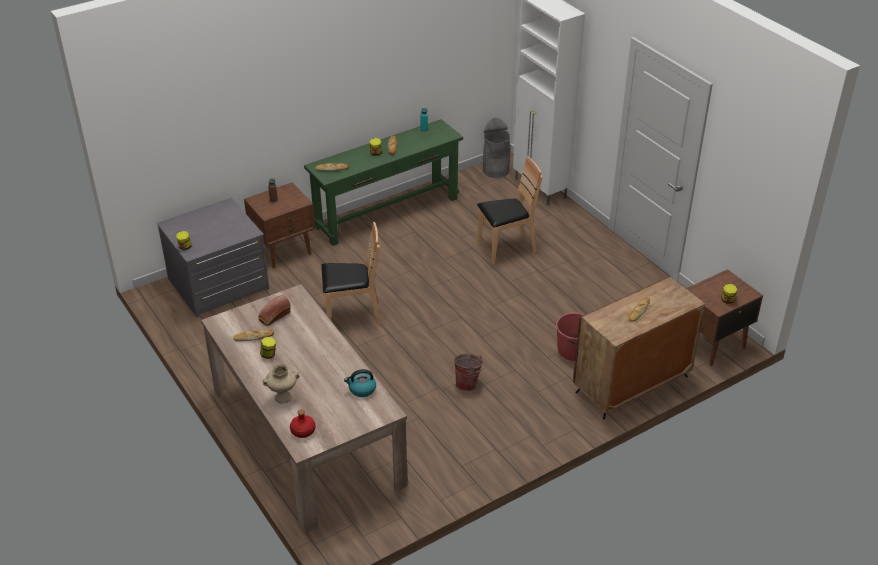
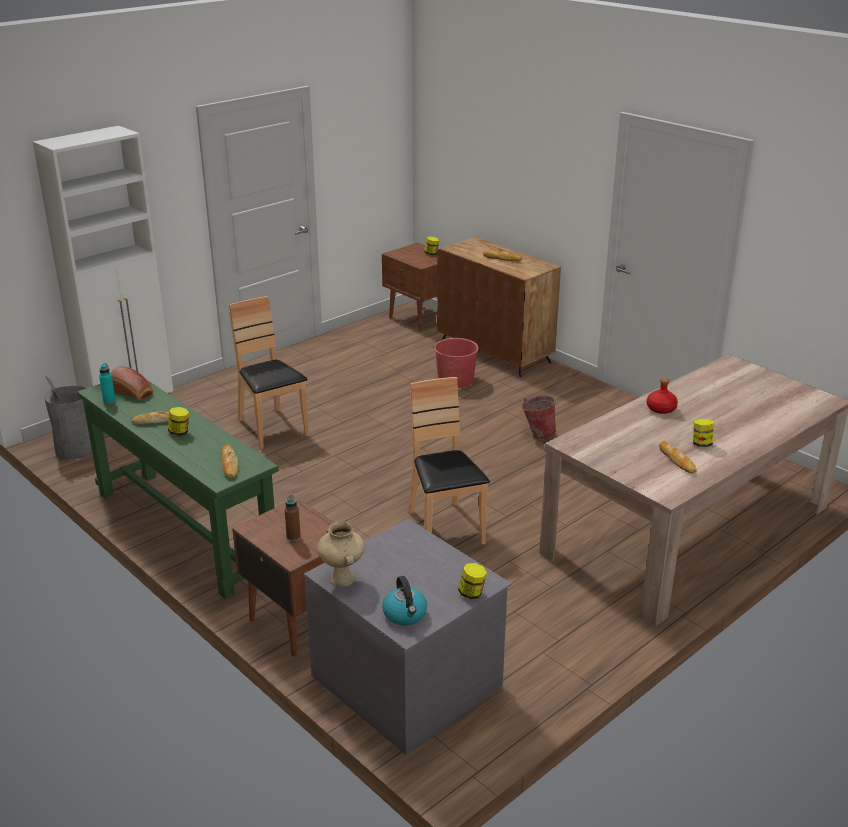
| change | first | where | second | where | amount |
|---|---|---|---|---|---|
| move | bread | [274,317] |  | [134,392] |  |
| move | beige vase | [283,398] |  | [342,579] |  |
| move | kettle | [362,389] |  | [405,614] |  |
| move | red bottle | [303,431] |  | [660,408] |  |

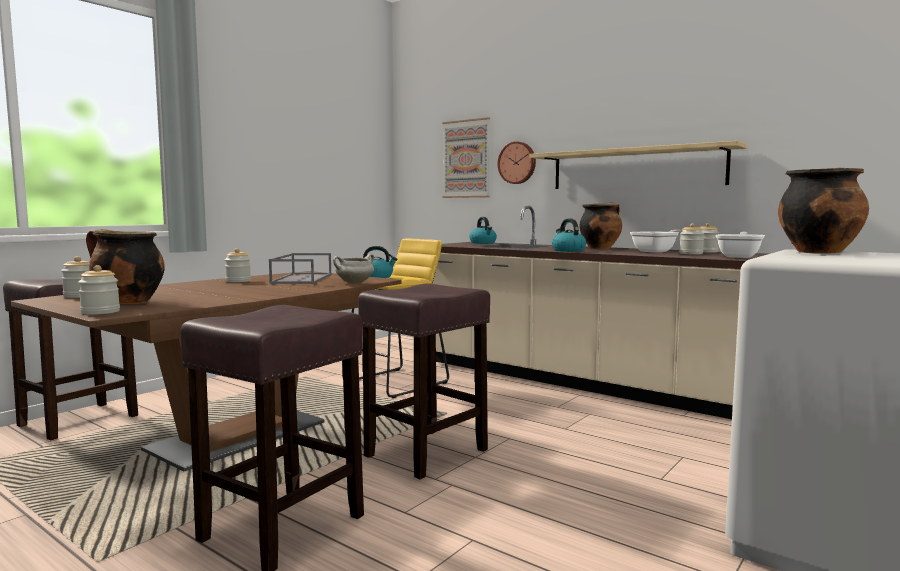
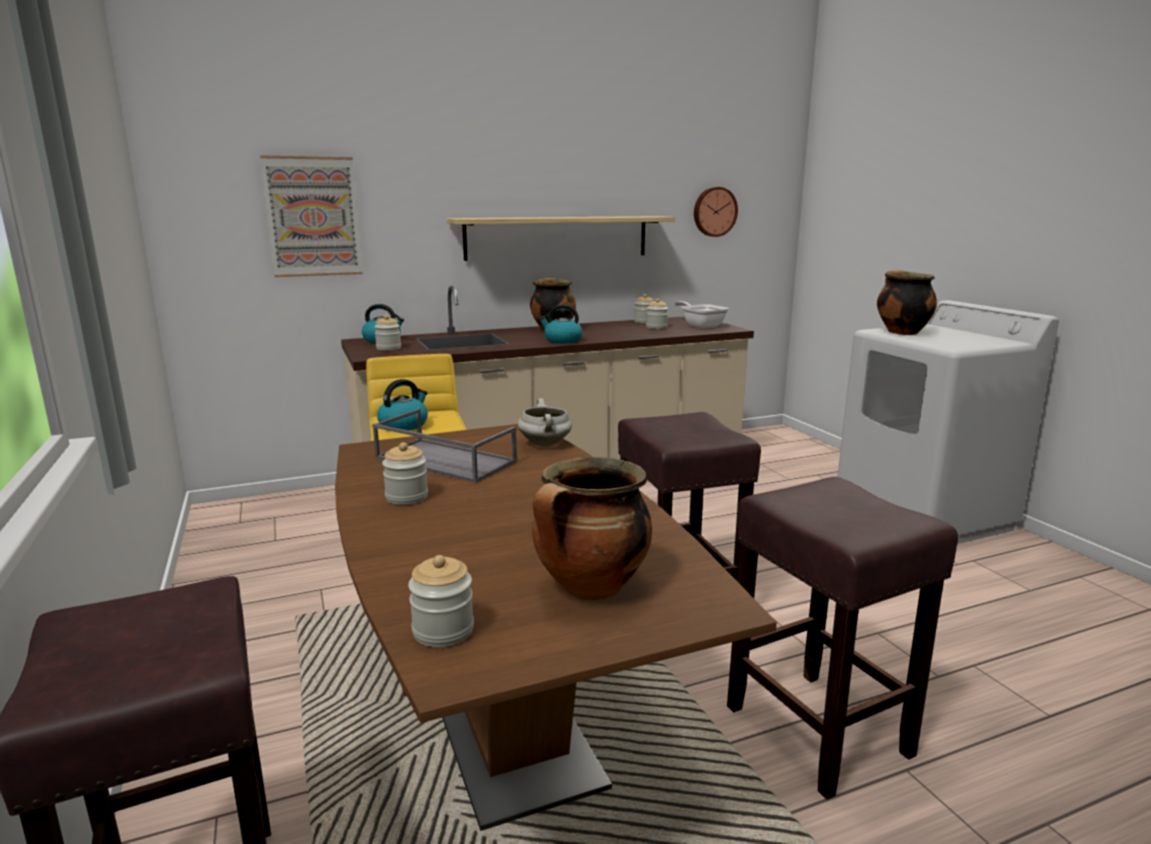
| change | first | where | second | where | amount |
|---|---|---|---|---|---|
| move | jar | [100,312] |  | [388,348] |  |
| move | wall clock | [517,163] |  | [714,212] |  |
| delete | frying pan | [657,251] |  |  |  |

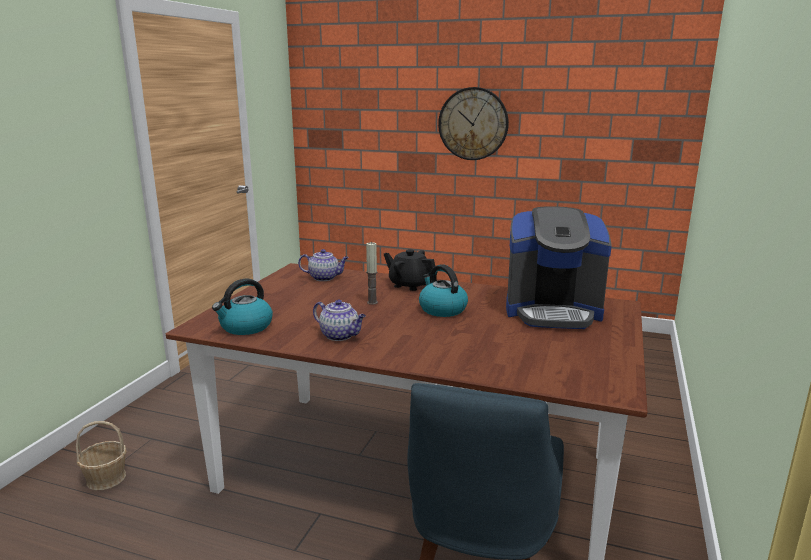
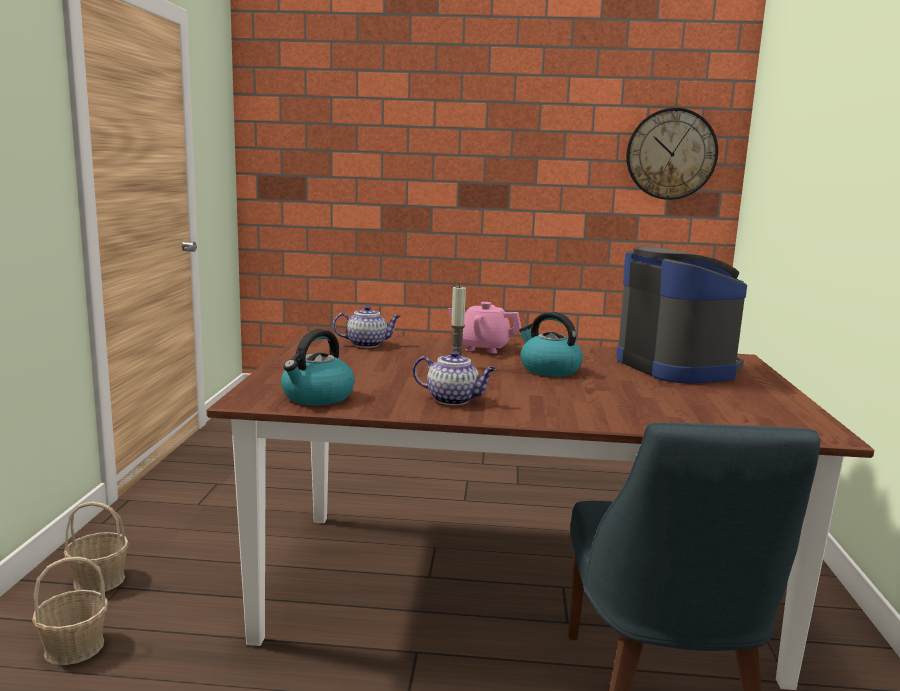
| change | first | where | second | where | amount |
|---|---|---|---|---|---|
| insert |  |  | basket | [99,580] |  |
| recolor | black teapot | [409,285] | pink teapot | [483,348] |  |
| rotate | coffee machine | [553,311] |  | [676,367] | 105 degrees counterclockwise |
| move | wall clock | [473,124] |  | [671,154] |  |

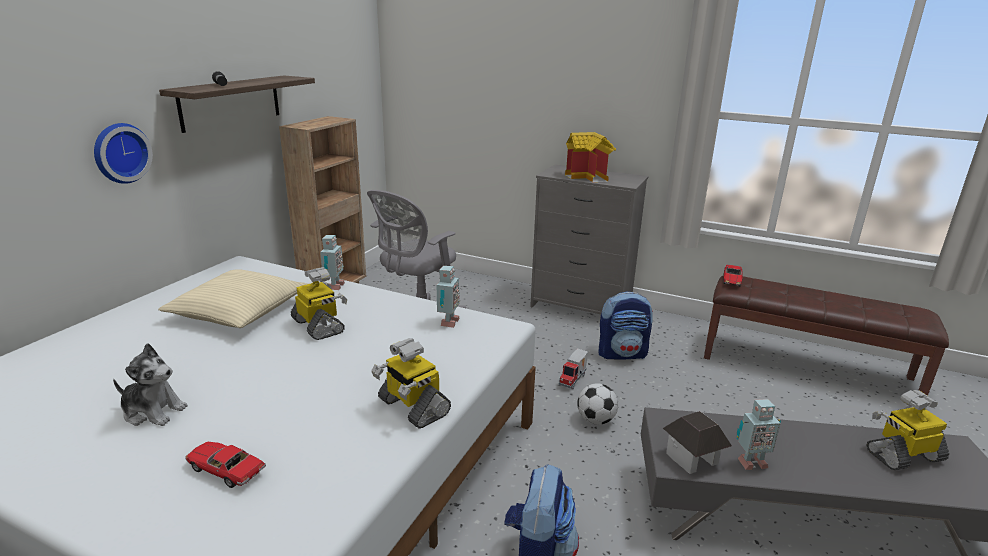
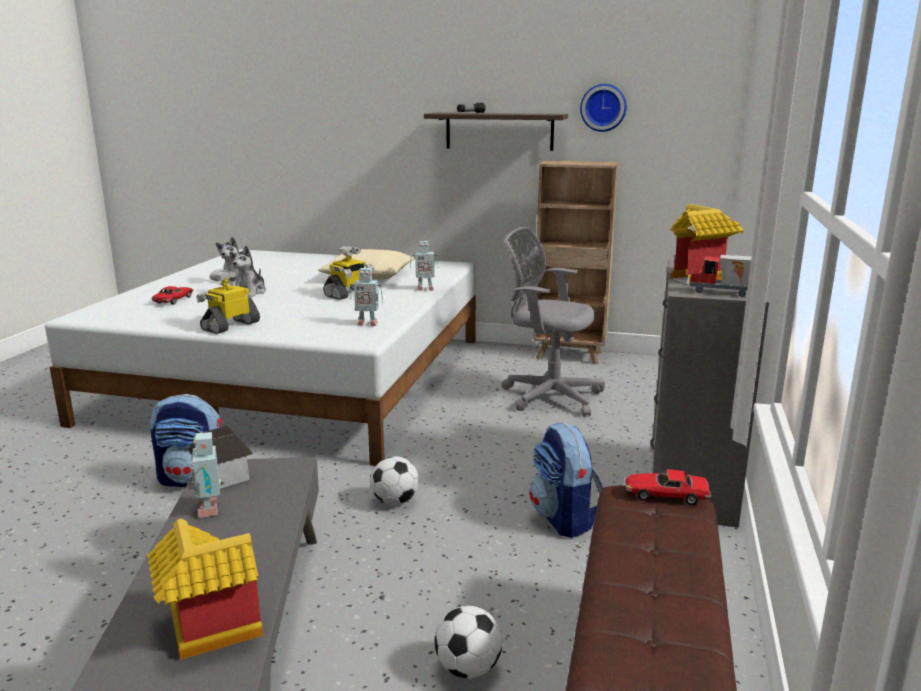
| change | first | where | second | where | amount |
|---|---|---|---|---|---|
| replace | toy robot | [903,455] | toy house | [205,631] |  |
| insert |  |  | plush toy | [250,292] |  |
| insert |  |  | football | [468,669] |  |
| move | wall clock | [120,153] |  | [603,107] |  |
| move | toy truck | [573,380] |  | [722,293] |  |

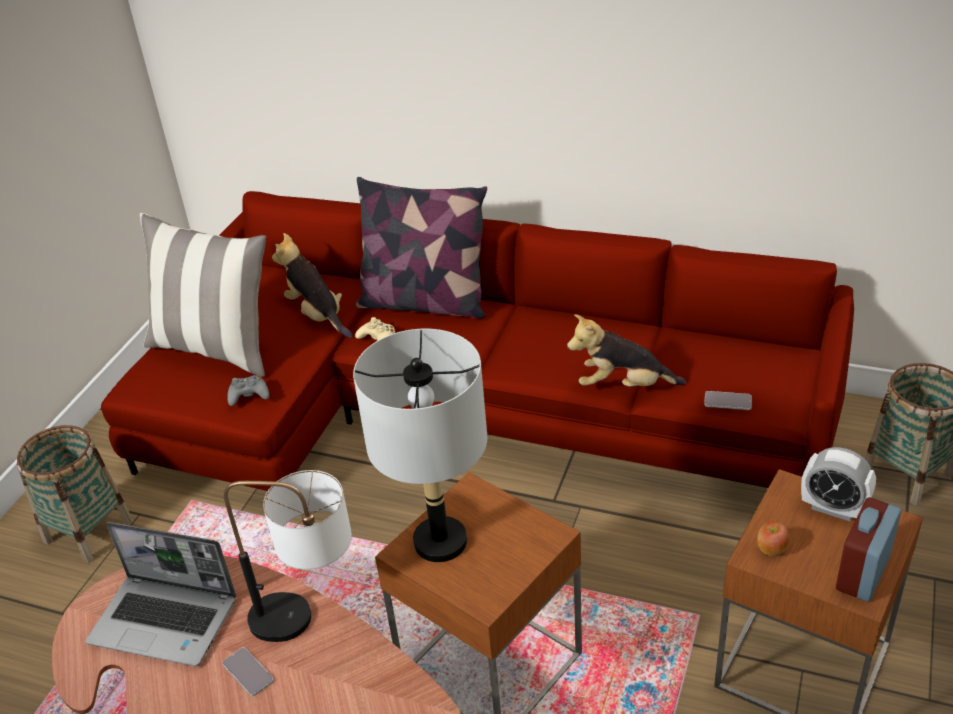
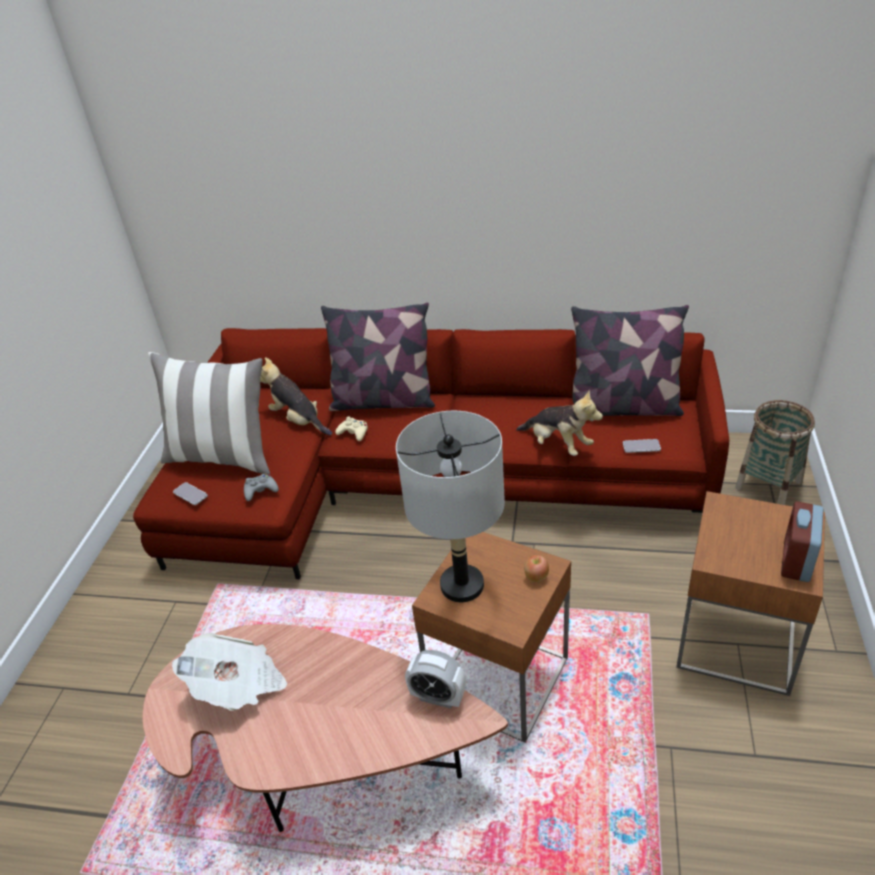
| change | first | where | second | where | amount |
|---|---|---|---|---|---|
| replace | laptop | [166,621] | newspaper | [238,686] |  |
| move | phone | [248,672] |  | [190,494] |  |
| move | alarm clock | [833,508] |  | [438,697] |  |
| rotate | plush toy | [623,385] |  | [558,445] | 135 degrees counterclockwise |
| move | apple | [771,549] |  | [536,577] |  |
| insert |  |  | pillow | [623,407] |  |
| delete | basket | [88,531] |  |  |  |
| delete | table lamp | [310,620] |  |  |  |

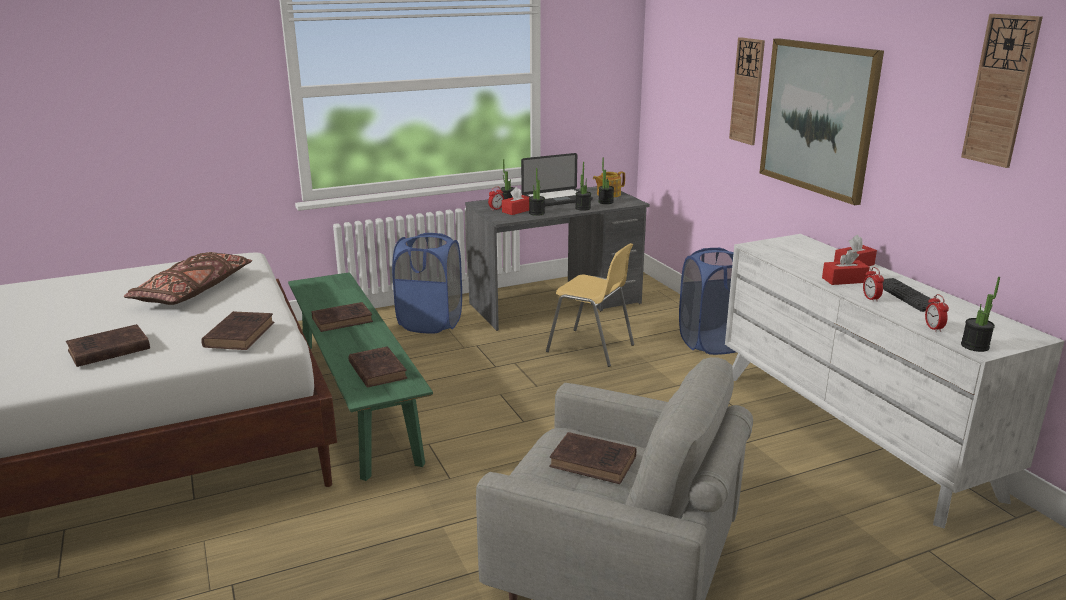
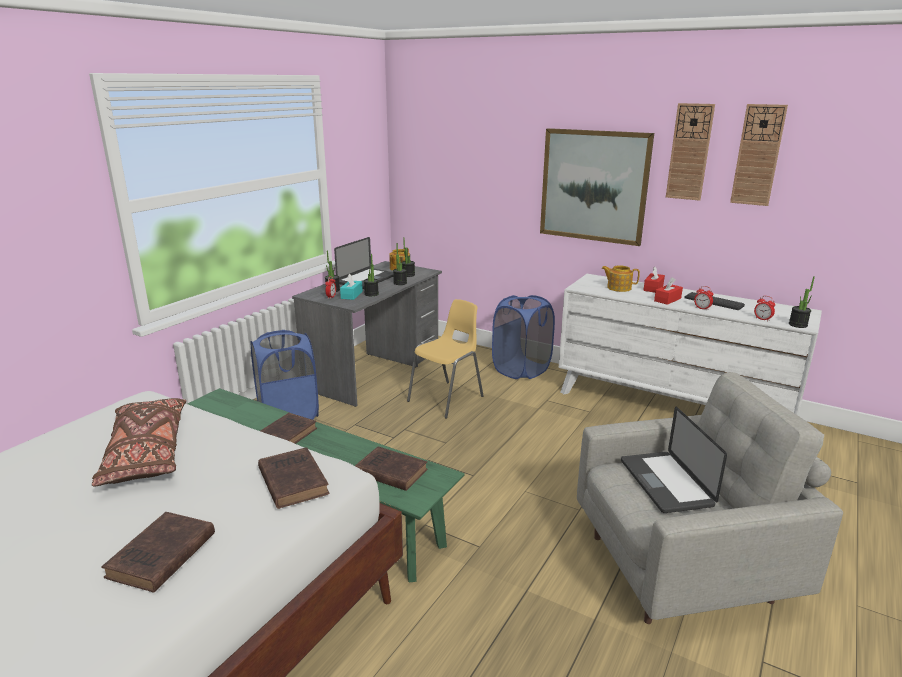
| change | first | where | second | where | amount |
|---|---|---|---|---|---|
| recolor | red tissue box | [517,211] | turquoise tissue box | [351,295] |  |
| rotate | yellow chair | [591,348] |  | [447,399] | 45 degrees counterclockwise |
| insert |  |  | teapot | [618,288] |  |
| replace | brown book | [595,462] | laptop | [665,483] |  |
| move | wall clock | [747,91] |  | [689,152] |  |

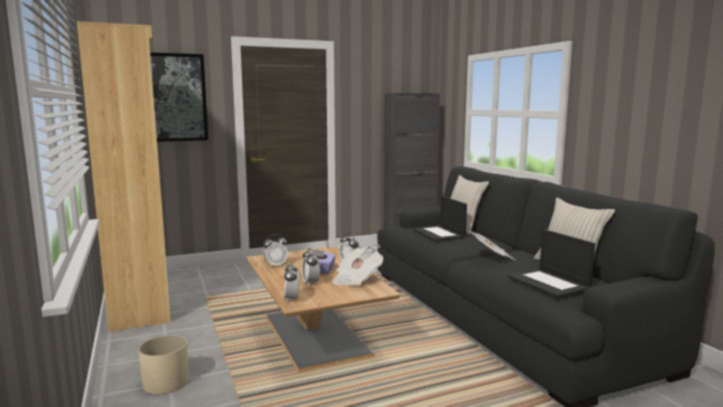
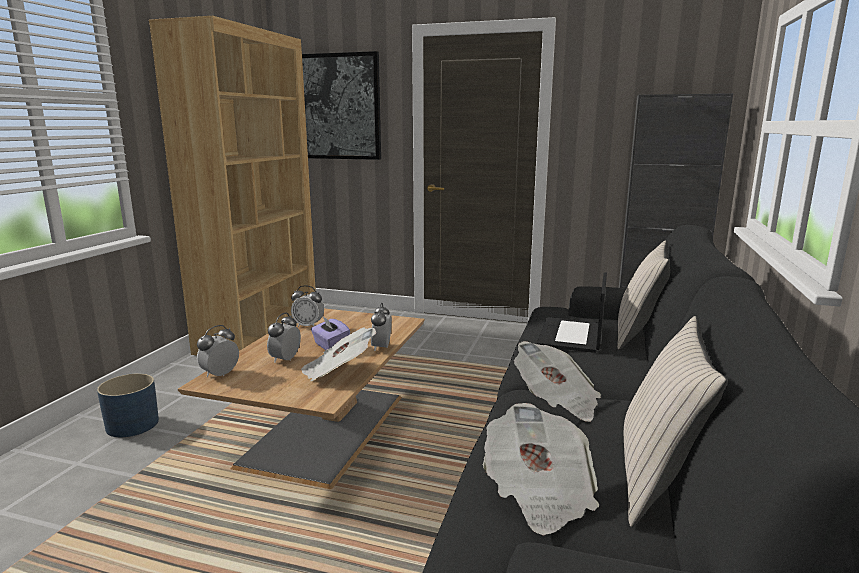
| change | first | where | second | where | amount |
|---|---|---|---|---|---|
| recolor | beige planter | [165,382] | blue planter | [132,425] |  |
| replace | laptop | [549,283] | newspaper | [538,493] |  |

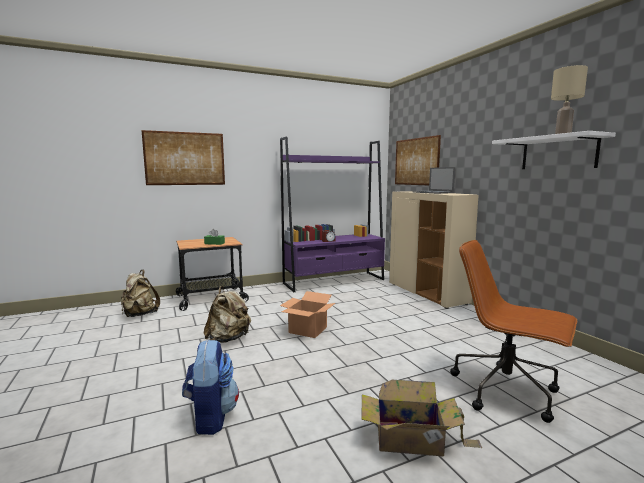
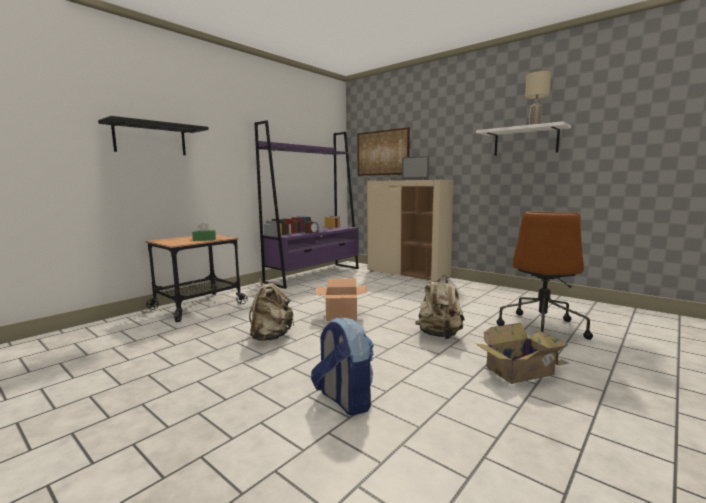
| change | first | where | second | where | amount |
|---|---|---|---|---|---|
| replace | picture | [185,158] | black shelf | [150,139] |  |
| move | beige backpack | [139,315] |  | [439,335] |  |
| rotate | brown office chair | [506,391] |  | [541,327] | 75 degrees counterclockwise |

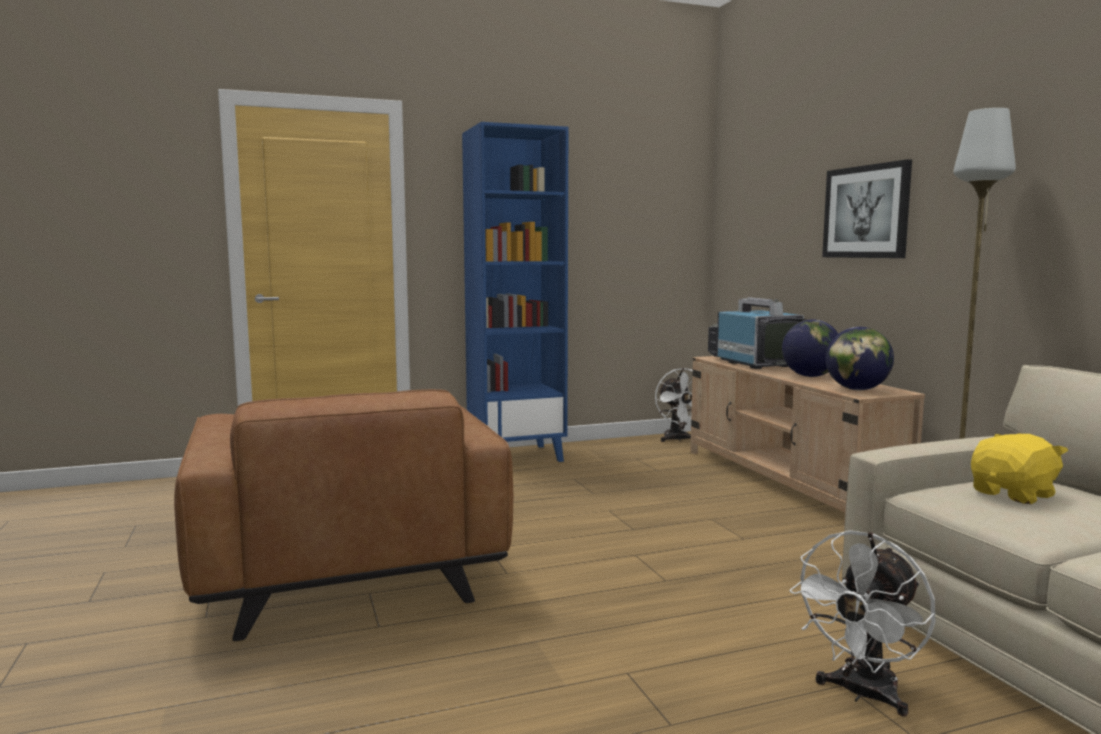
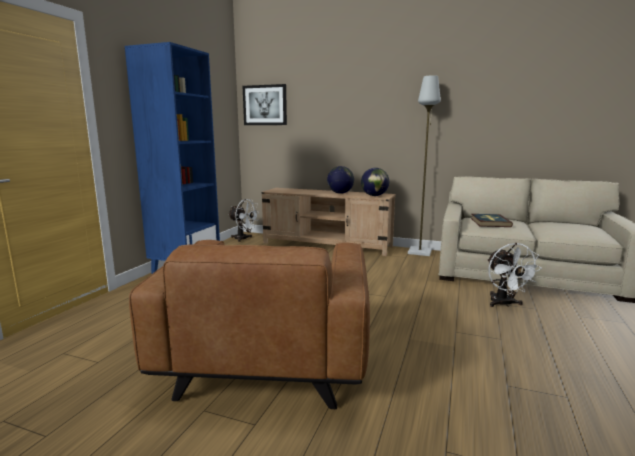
| change | first | where | second | where | amount |
|---|---|---|---|---|---|
| rotate | brown armchair | [347,575] |  | [268,360] | 75 degrees clockwise |
| move | picture | [866,212] |  | [265,105] |  |
| replace | yellow plush toy | [1014,494] | book | [490,222] |  |
| delete | television | [754,363] |  |  |  |

